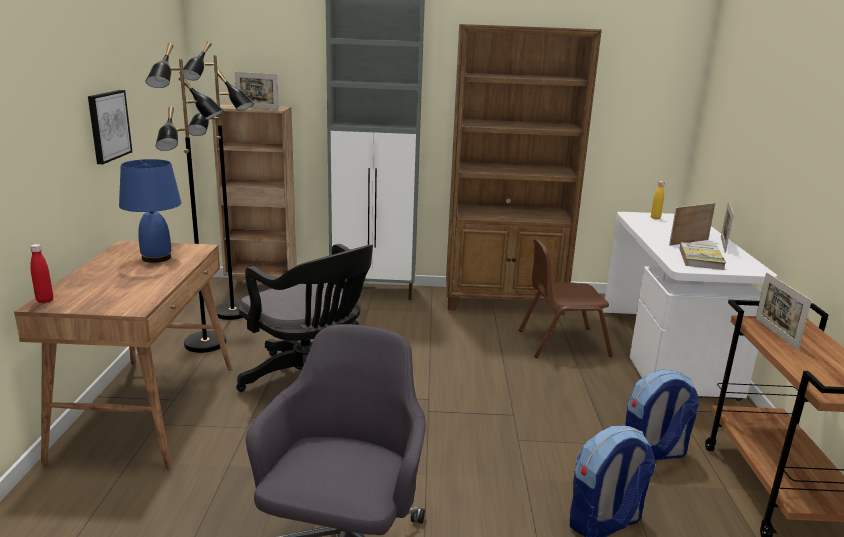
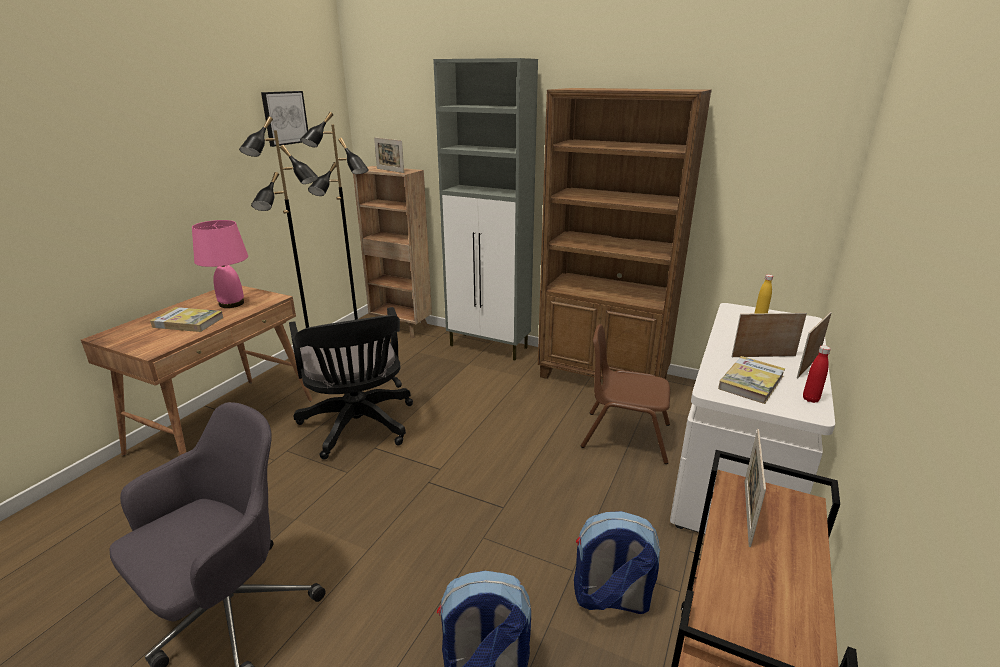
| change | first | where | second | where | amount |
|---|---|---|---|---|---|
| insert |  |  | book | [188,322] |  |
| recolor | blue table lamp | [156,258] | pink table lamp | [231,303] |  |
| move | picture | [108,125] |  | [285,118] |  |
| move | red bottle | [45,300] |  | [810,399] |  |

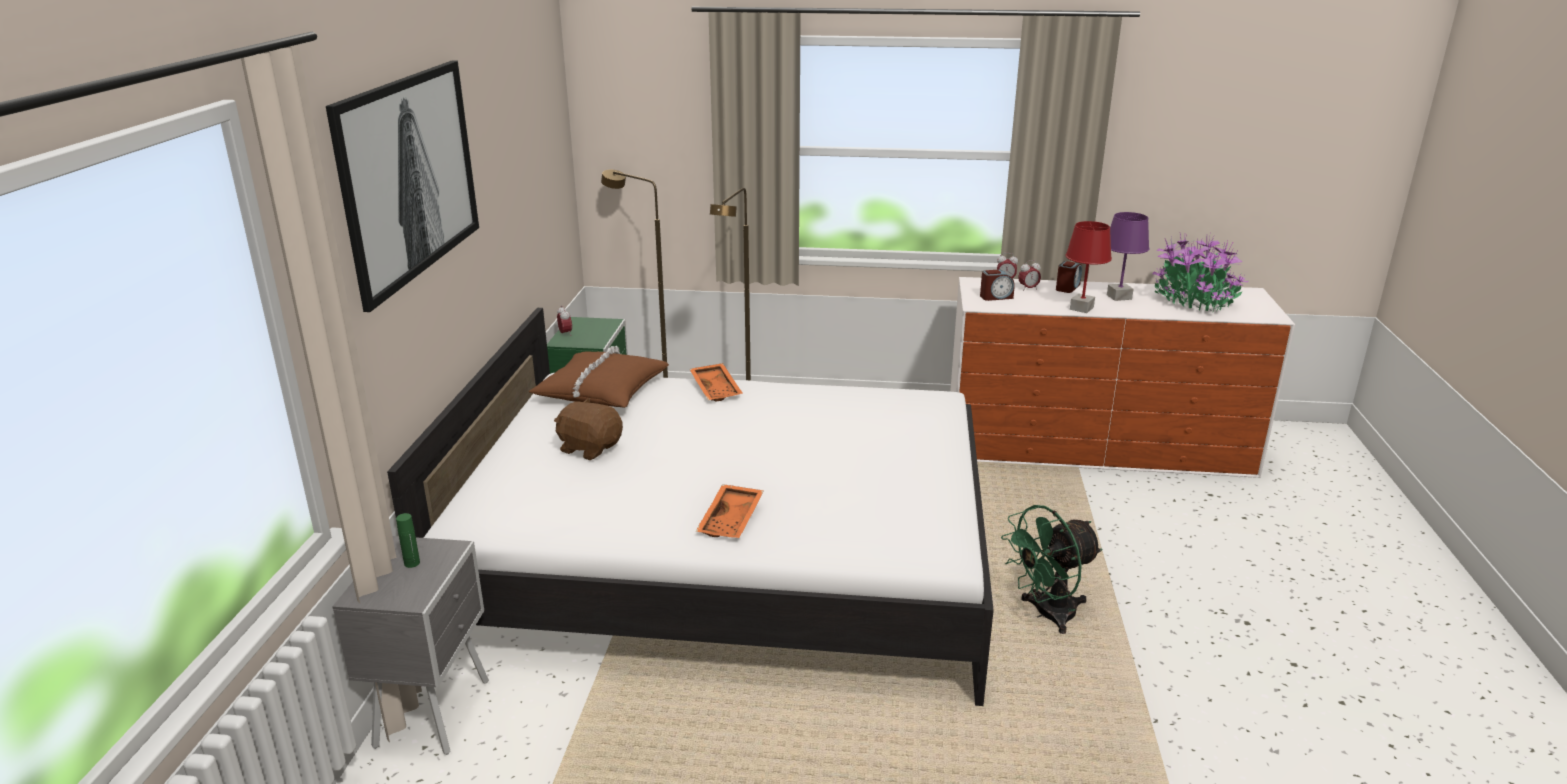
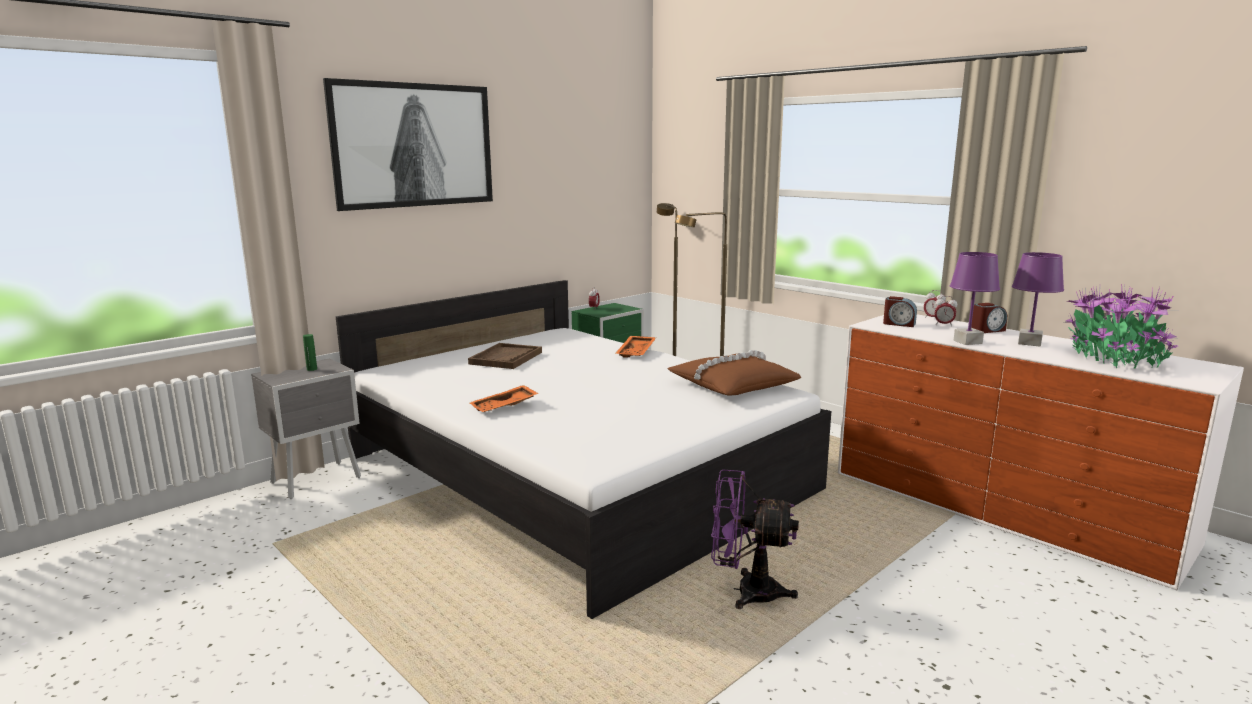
| change | first | where | second | where | amount |
|---|---|---|---|---|---|
| replace | brown plush toy | [590,448] | brown tray | [506,358] |  |
| move | brown pillow | [601,391] |  | [732,385] |  |
| recolor | green fan | [1046,615] | purple fan | [746,591] |  |
| recolor | red table lamp | [1081,308] | purple table lamp | [967,342] |  |

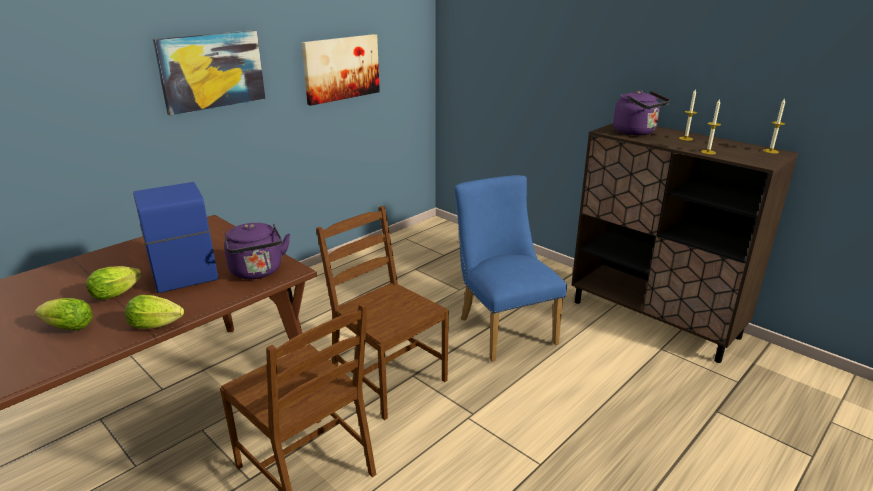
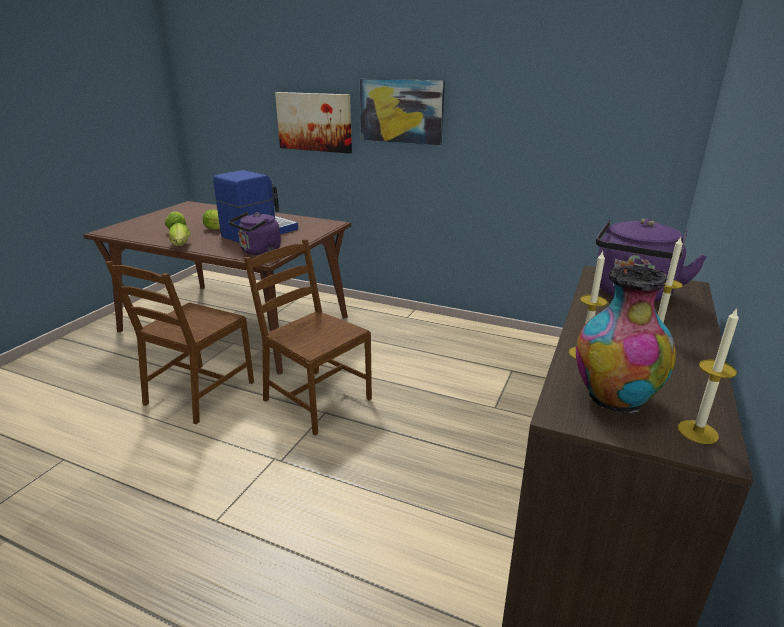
| change | first | where | second | where | amount |
|---|---|---|---|---|---|
| rotate | brown chair | [387,378] |  | [315,400] | 75 degrees counterclockwise |
| move | picture | [341,68] |  | [314,122] |  |
| insert |  |  | vase | [613,398] |  |
| delete | blue chair | [503,328] |  |  |  |

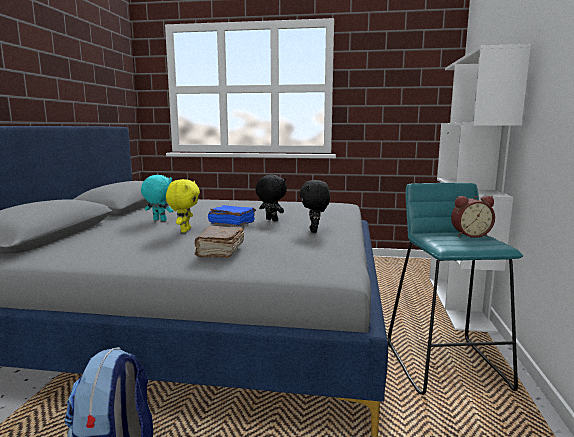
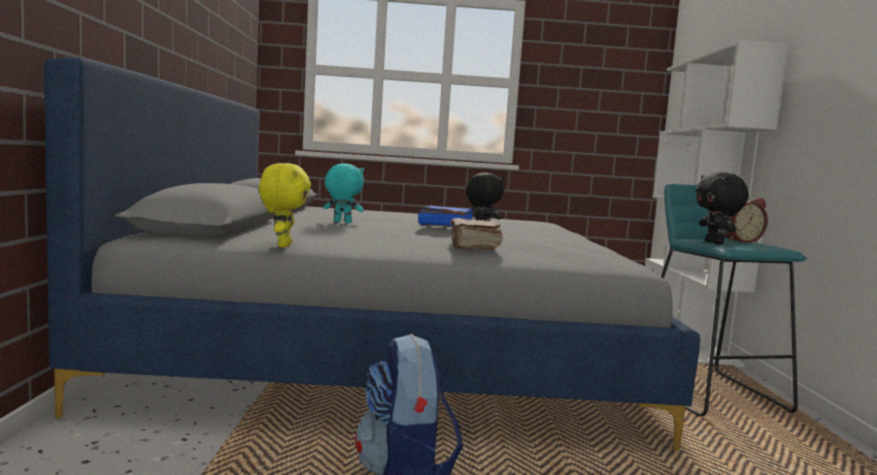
| change | first | where | second | where | amount |
|---|---|---|---|---|---|
| move | yellow plush toy | [184,230] |  | [282,245] |  |
| move | black plush toy | [314,231] |  | [715,243] |  |

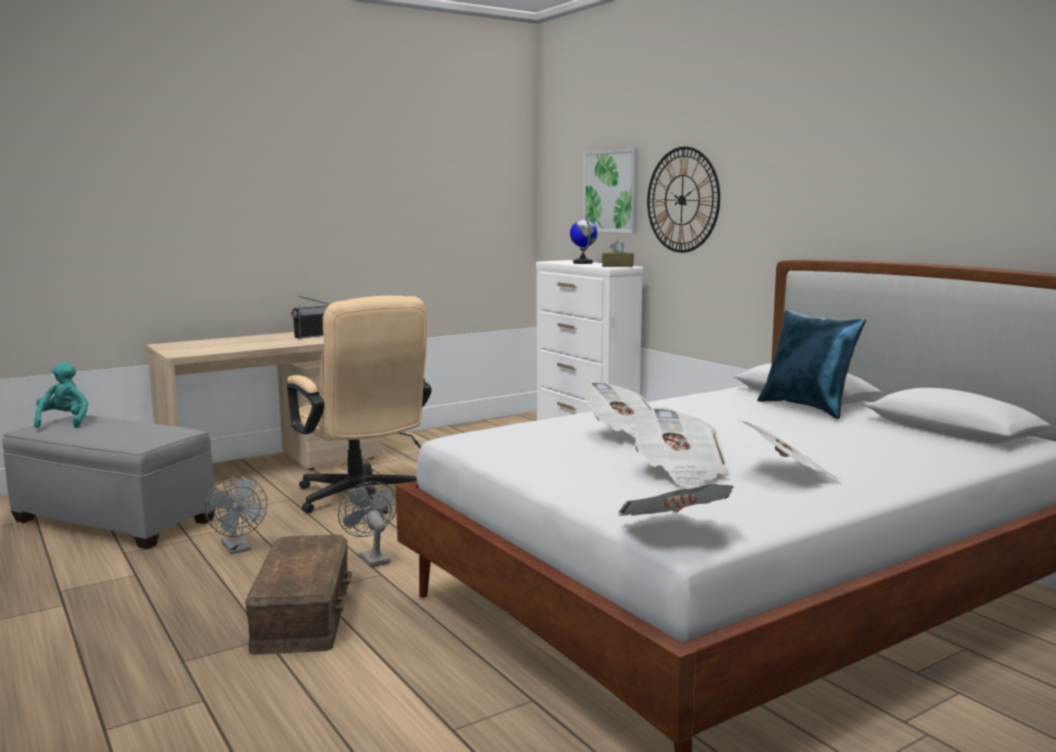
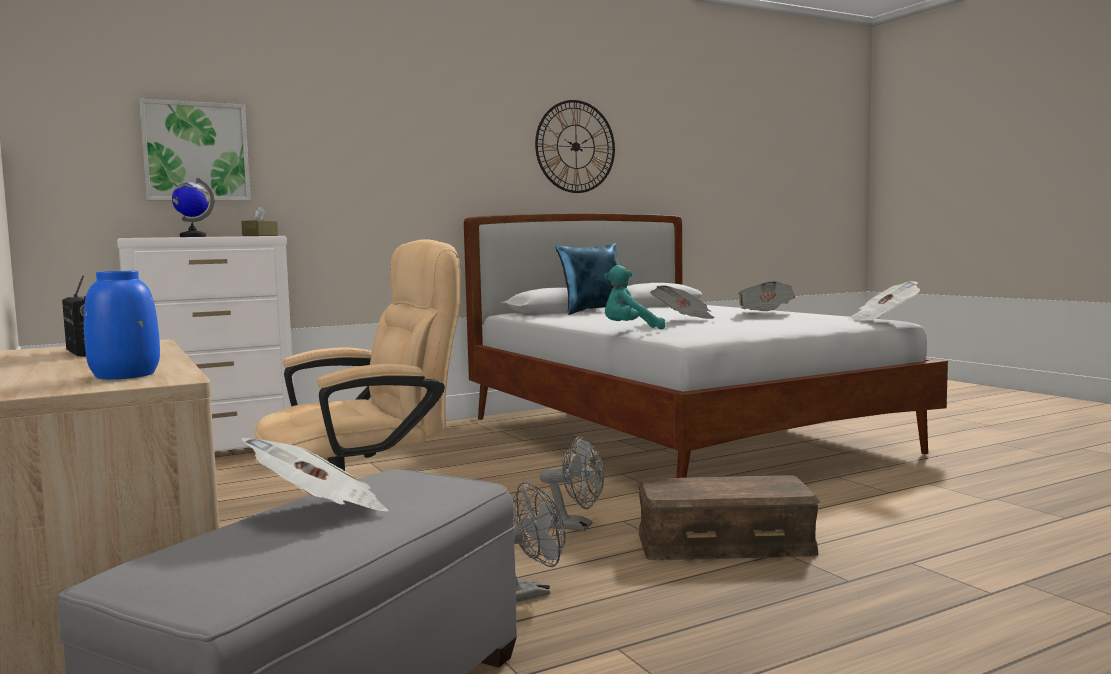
| change | first | where | second | where | amount |
|---|---|---|---|---|---|
| insert |  |  | blue vase | [125,375] |  |
| move | newspaper | [679,472] |  | [321,511] |  |
| move | wall clock | [682,200] |  | [575,146] |  |
| rotate | grey fan | [371,558] |  | [576,526] | 135 degrees counterclockwise |
| move | turquoise plush toy | [64,422] |  | [630,330] |  |

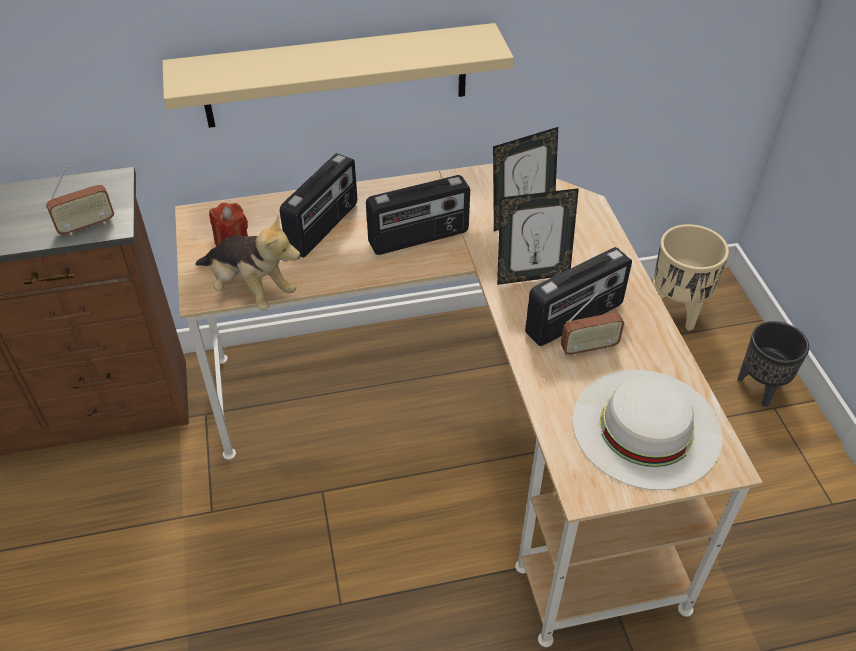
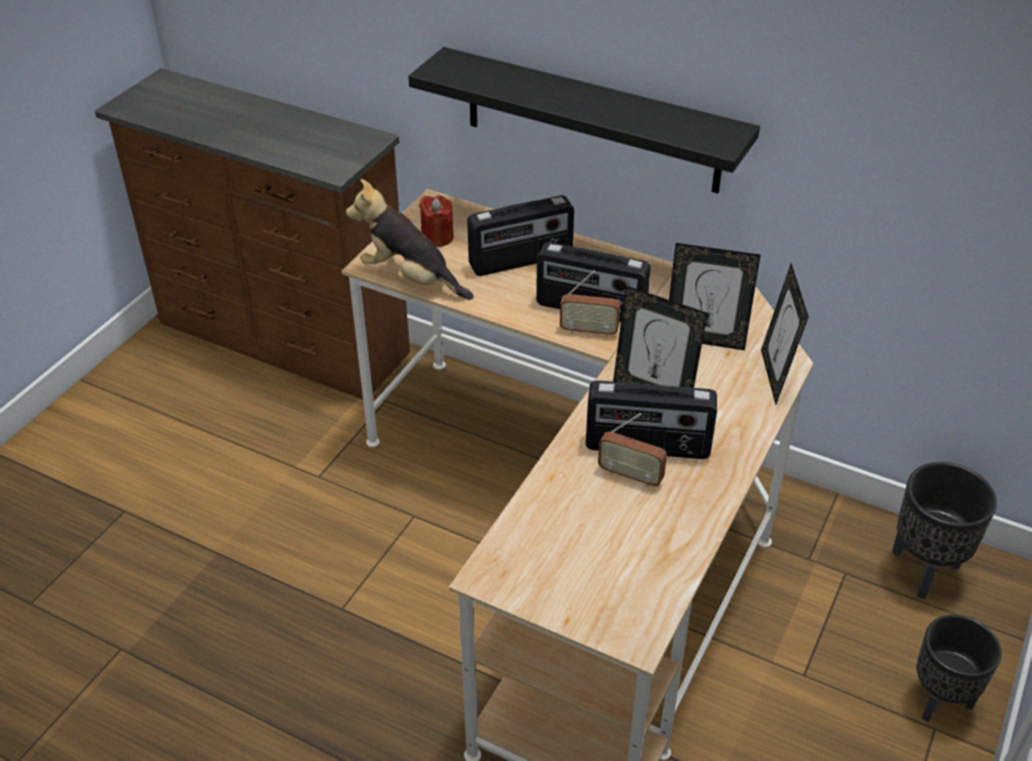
| change | first | where | second | where | amount |
|---|---|---|---|---|---|
| rotate | plush toy | [250,290] |  | [410,279] | 135 degrees clockwise |
| recolor | beige shelf | [336,76] | black shelf | [592,121] |  |
| move | radio | [86,226] |  | [588,331] |  |
| insert |  |  | picture frame | [775,377] |  |
| recolor | beige planter | [676,311] | black planter | [925,571] |  |
| delete | white hat | [646,427] |  |  |  |

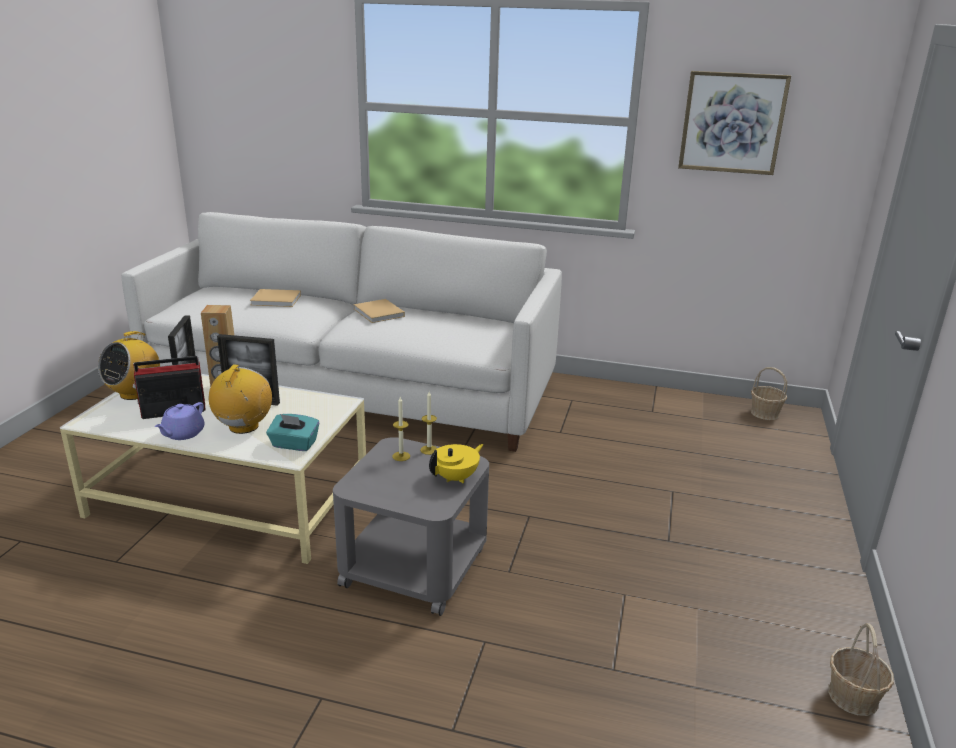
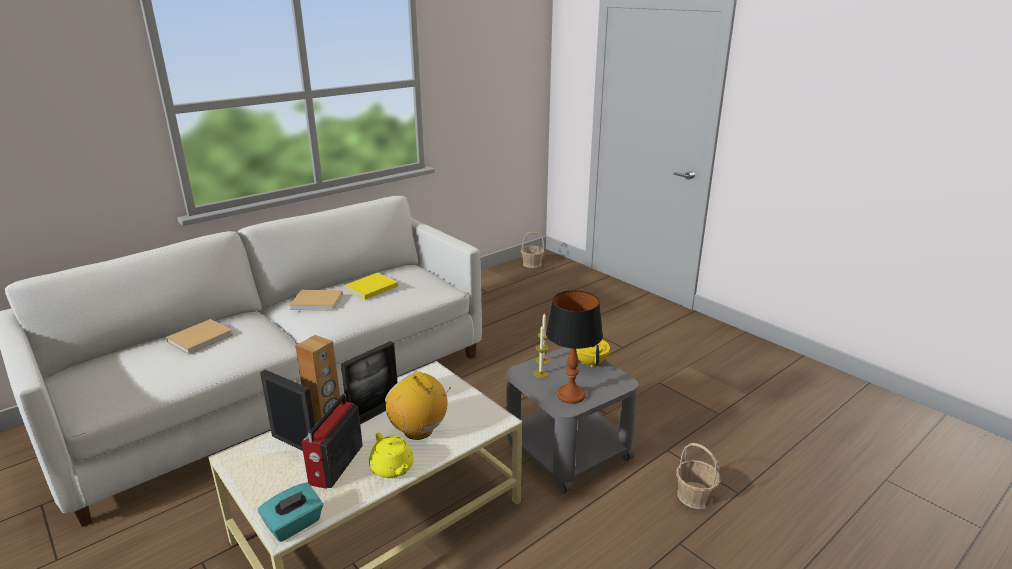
| change | first | where | second | where | amount |
|---|---|---|---|---|---|
| move | turquoise tissue box | [294,444] |  | [294,525] |  |
| insert |  |  | yellow book | [370,288] |  |
| recolor | purple teapot | [182,434] | yellow teapot | [392,468] |  |
| insert |  |  | table lamp | [571,395] |  |
| move | basket | [852,697] |  | [695,496] |  |
| delete | radio | [134,393] |  |  |  |
| delete | picture | [732,123] |  |  |  |

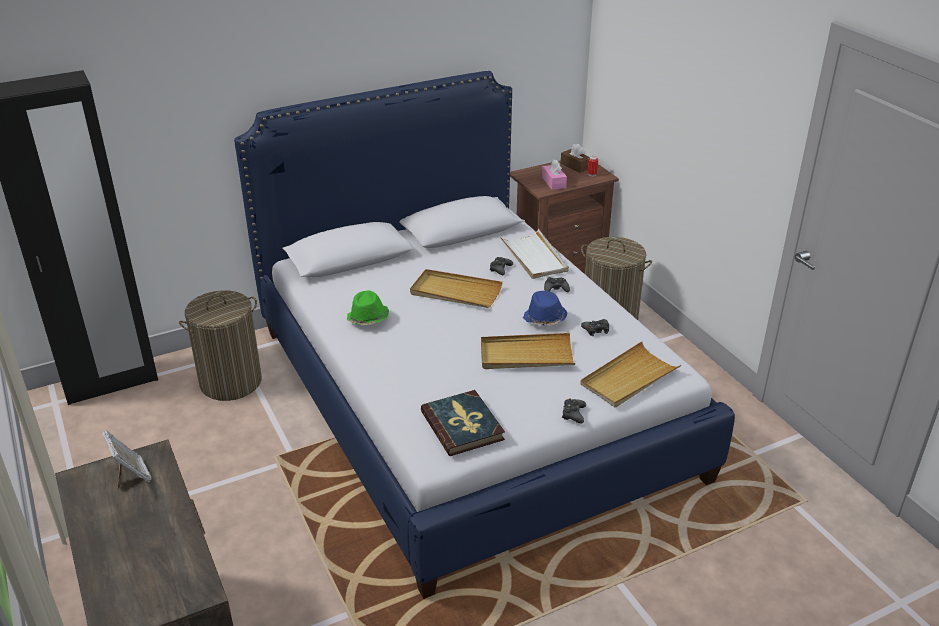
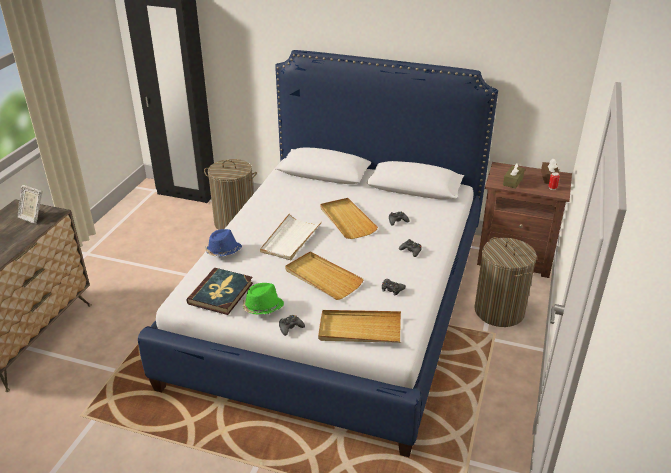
| change | first | where | second | where | amount |
|---|---|---|---|---|---|
| rotate | picture frame | [132,476] |  | [32,217] | 105 degrees clockwise |
| move | blue hat | [544,319] |  | [223,251] |  |
| move | green hat | [368,319] |  | [262,307] |  |
| move | white tray | [534,257] |  | [290,239] |  |
| recolor | pink tissue box | [553,182] | brown tissue box | [513,181] |  |

